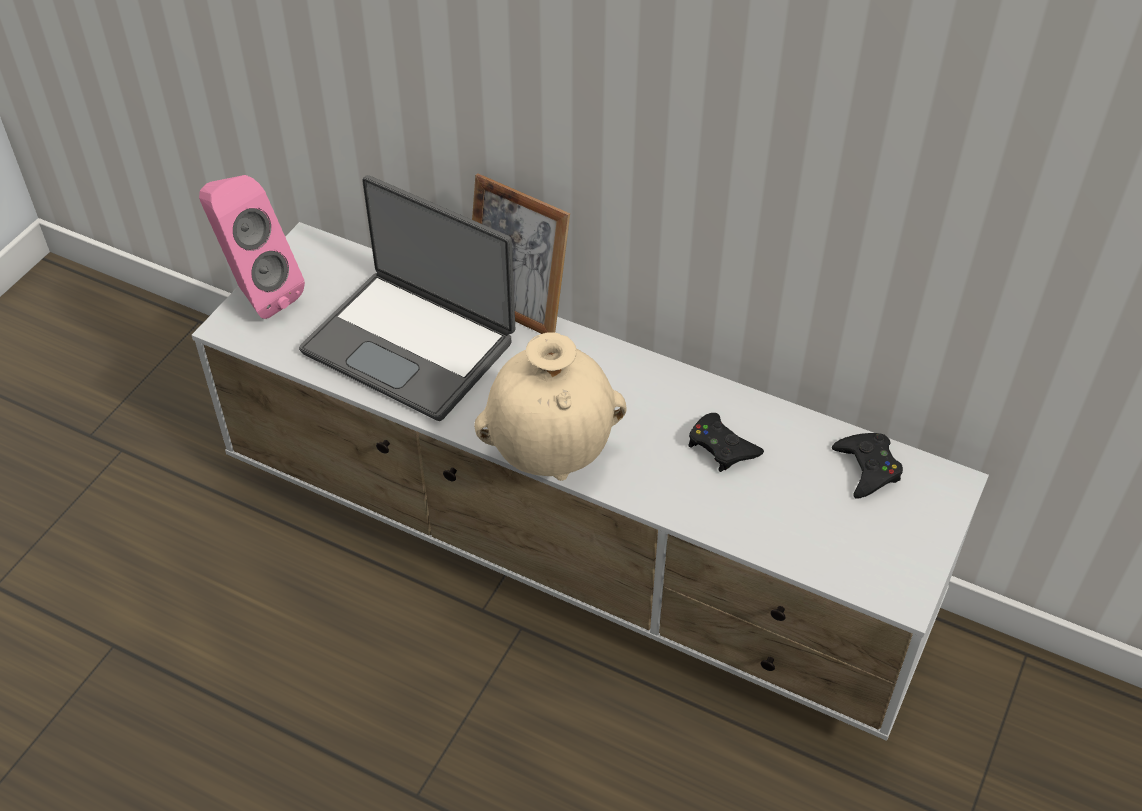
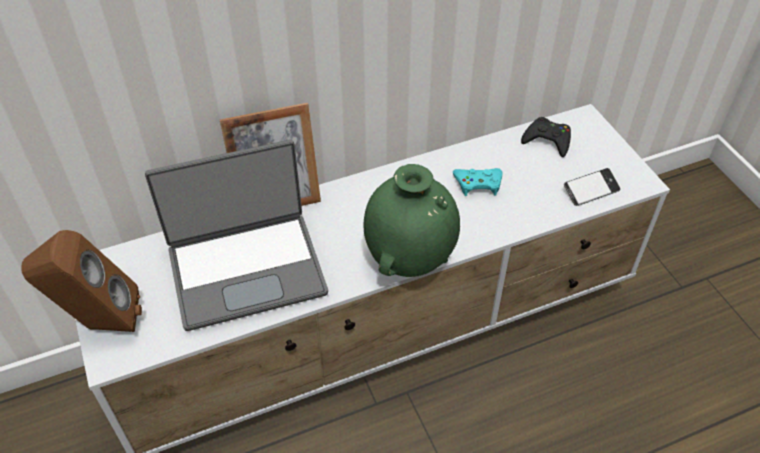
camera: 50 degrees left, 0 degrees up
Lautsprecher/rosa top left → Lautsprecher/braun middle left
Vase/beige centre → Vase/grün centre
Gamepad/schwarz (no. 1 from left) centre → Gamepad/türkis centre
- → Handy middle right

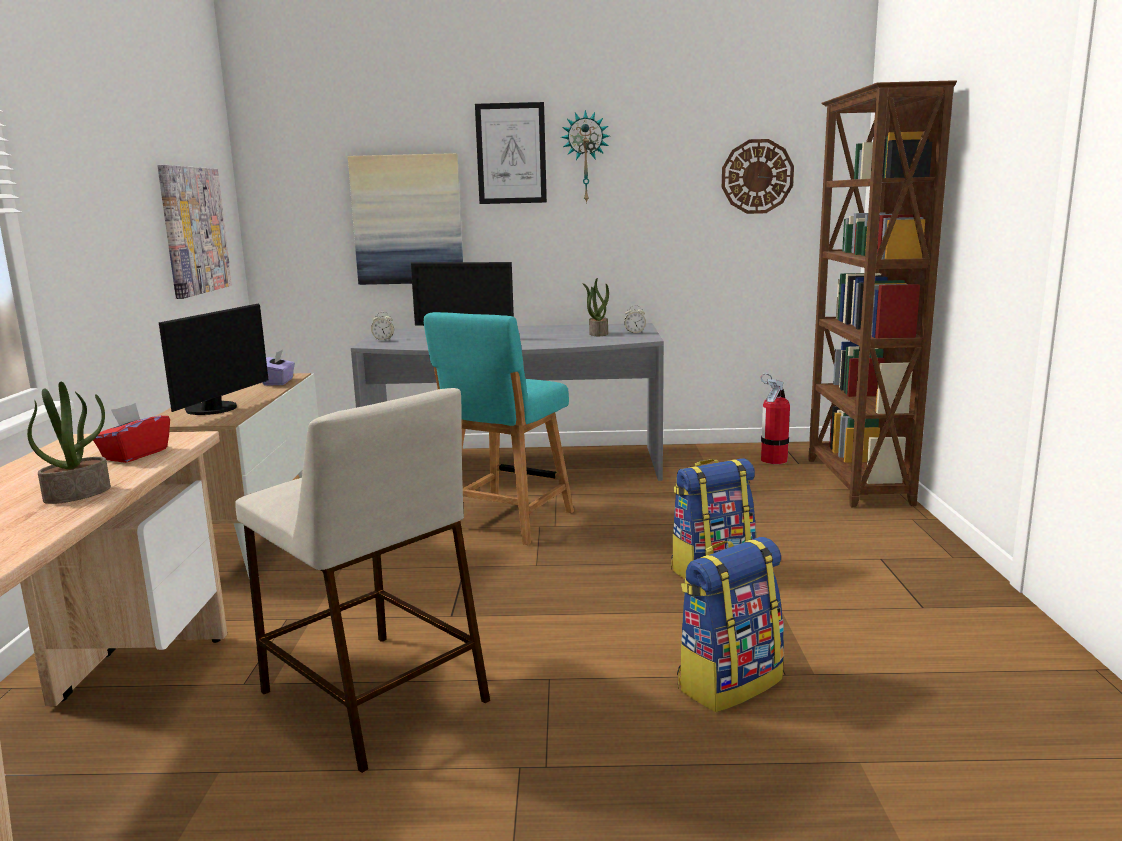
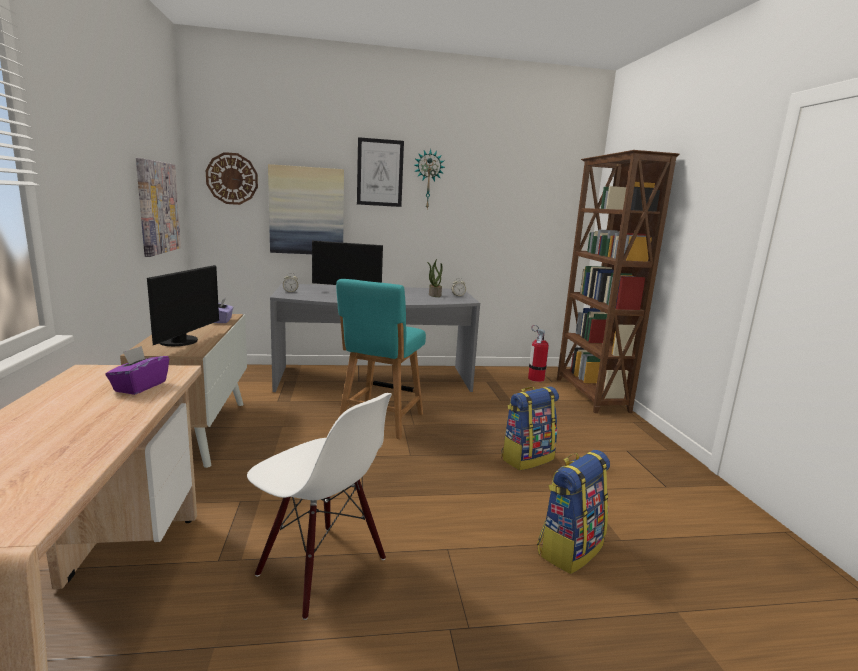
camera: 10 degrees left, 0 degrees up
Wanduhr (no. 2 from left in the first image) top right → Wanduhr (no. 1 from left) top left, relocated
Topfpflanze (no. 1 from left) middle left → -
Hocker/beige bottom left → Stuhl/weiß bottom centre
Taschentuchbox/rot middle left → Taschentuchbox/lila (no. 1 from left) middle left

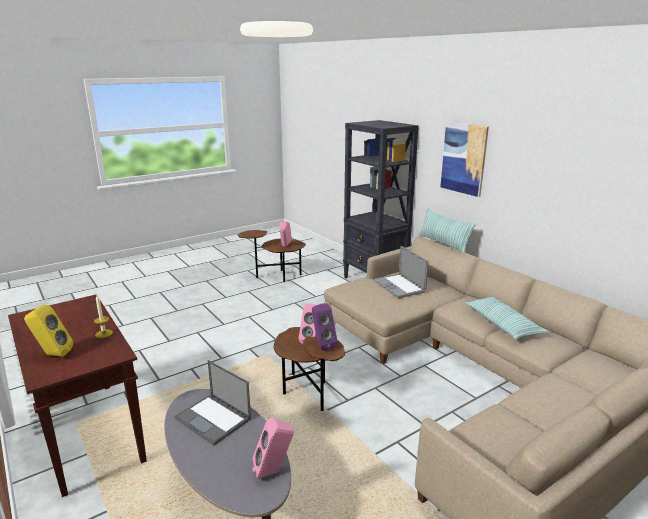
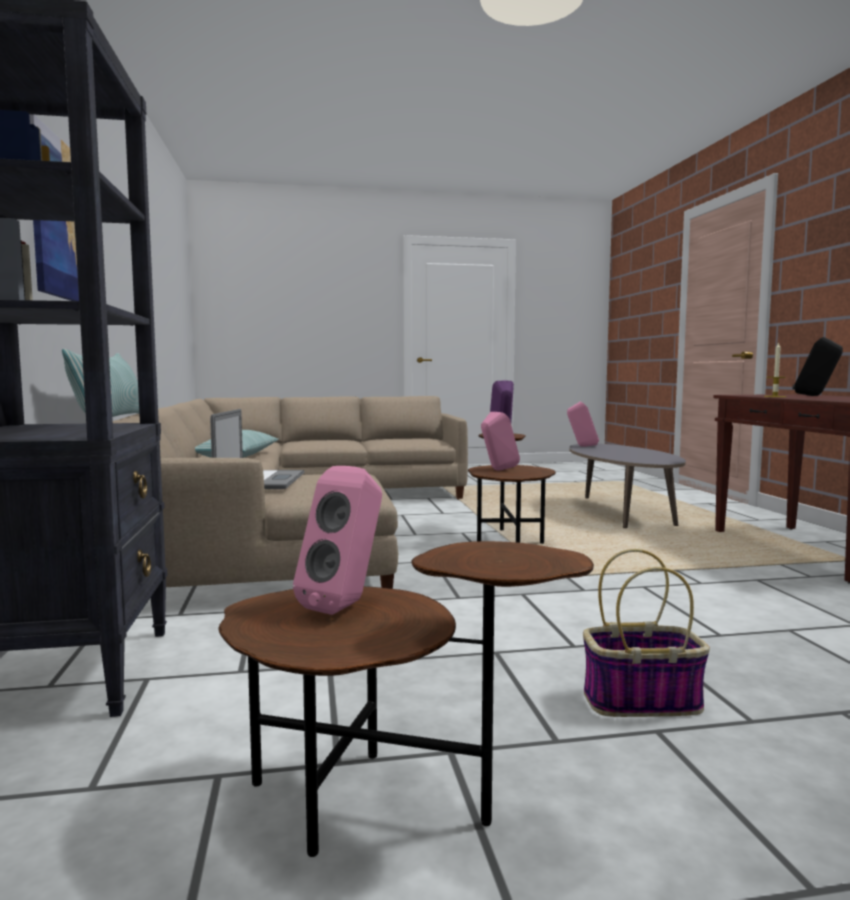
camera: 155 degrees left, 15 degrees down
Lautsprecher/gelb middle left → Lautsprecher/schwarz middle right
Laptop (no. 1 from left) bottom left → -
- → Korb bottom right

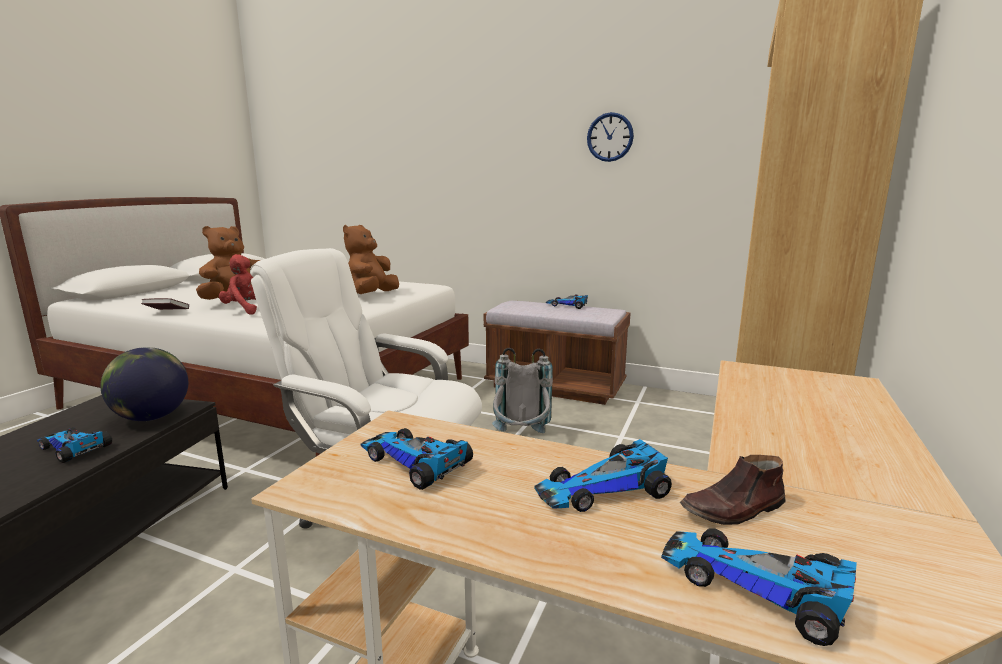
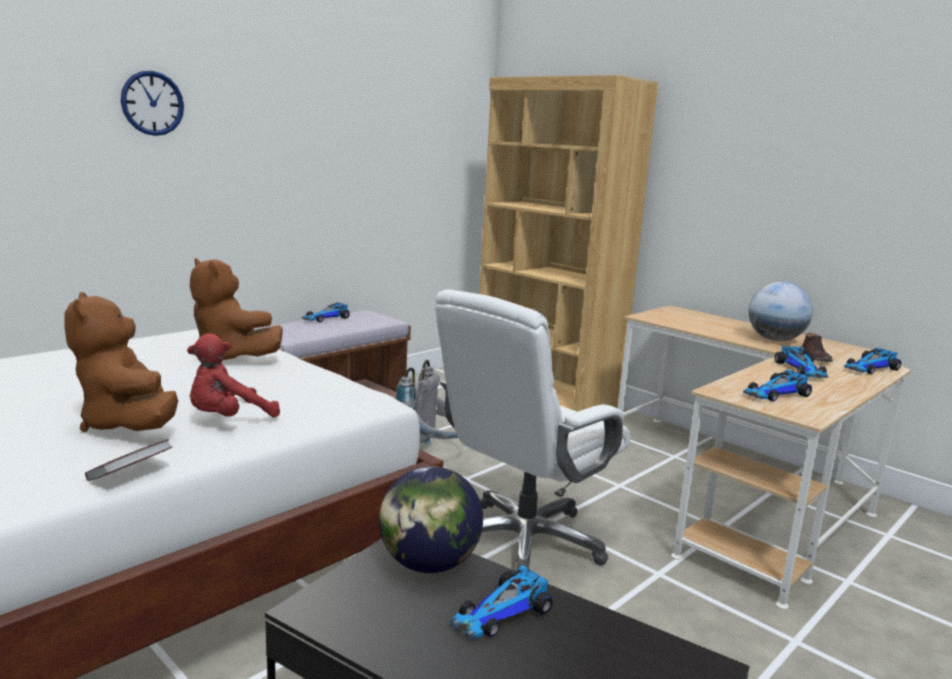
camera: 70 degrees left, 0 degrees up
Wanduhr top centre → Wanduhr top left, relocated
- → Globus (no. 2 from left) middle right

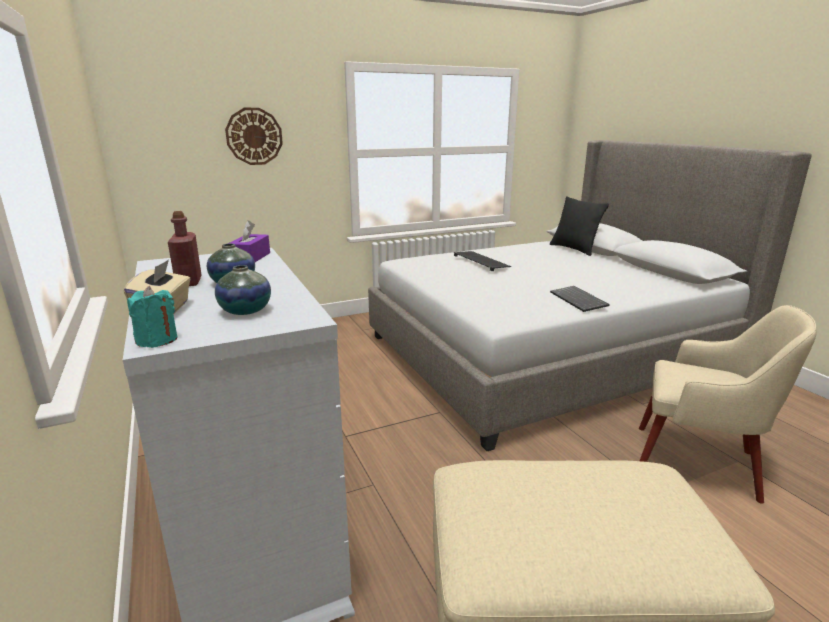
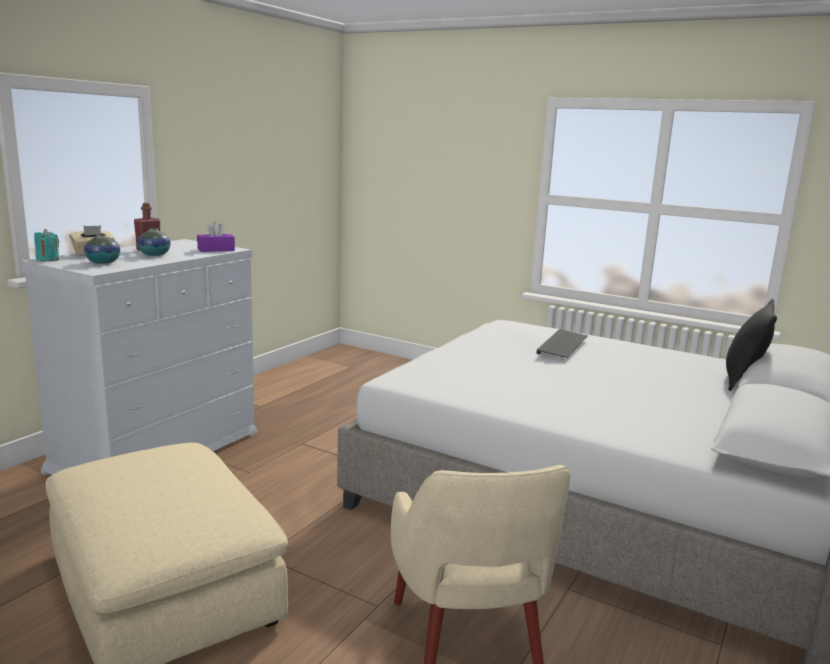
camera: 55 degrees right, 5 degrees down
Wanduhr top left → -
Tastatur (no. 2 from left) middle right → -

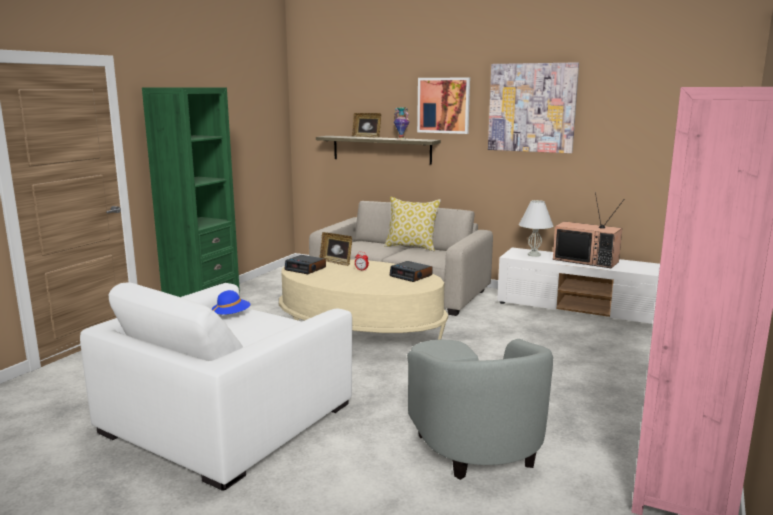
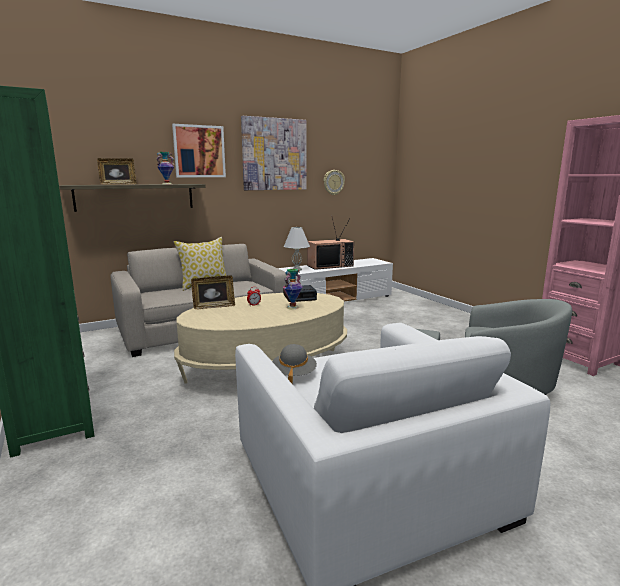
camera: 55 degrees left, 0 degrees up
Wecker (no. 1 from left) centre → -
Hut/blau middle left → Hut/grau centre
- → Wanduhr top centre
- → Vase (no. 2 from left) centre

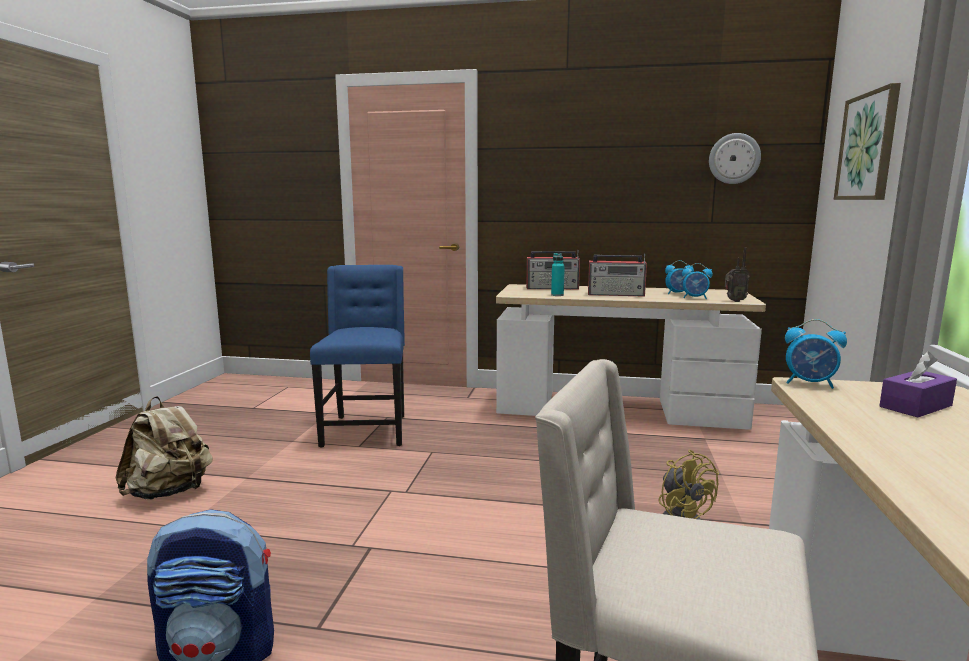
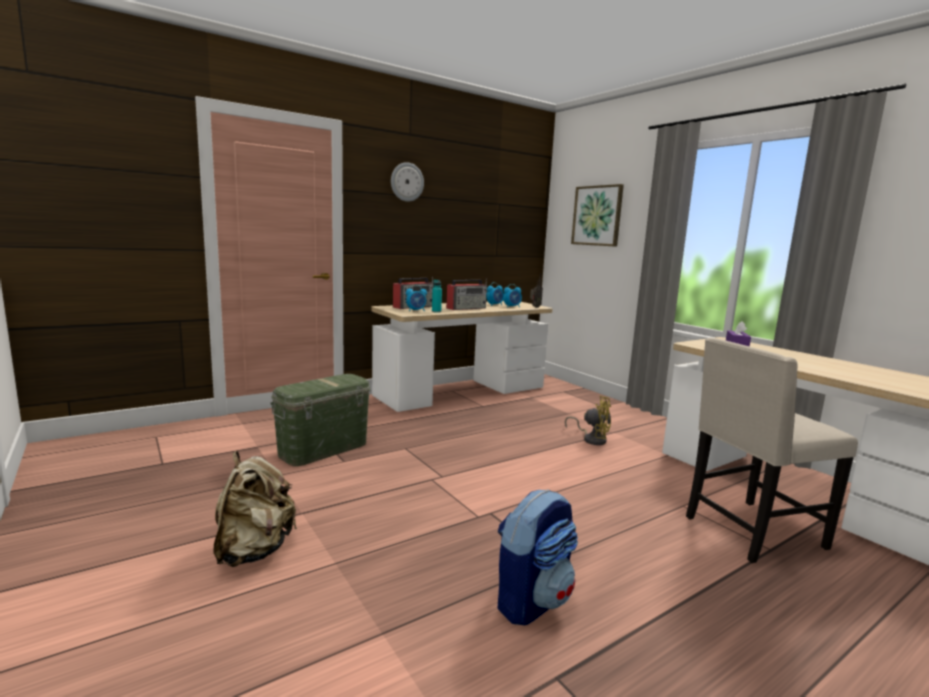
camera: 45 degrees left, 0 degrees up
Wanduhr top right → Wanduhr top centre, relocated
Stuhl/blau centre → Aufbewahrungsbox/grün centre
Wecker (no. 3 from left in the first image) middle right → Wecker (no. 1 from left) centre, relocated

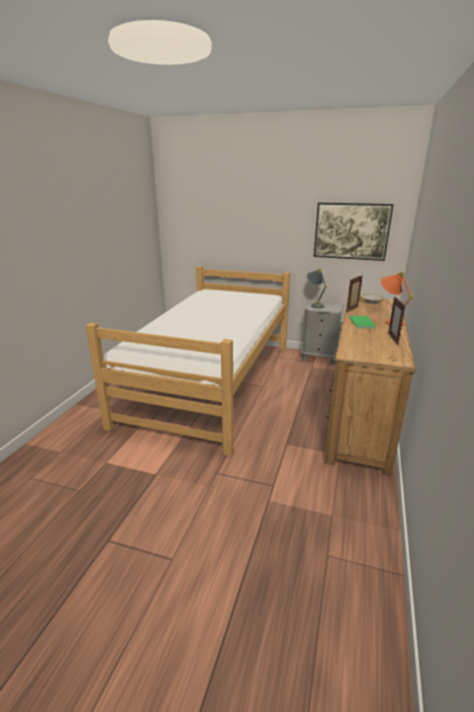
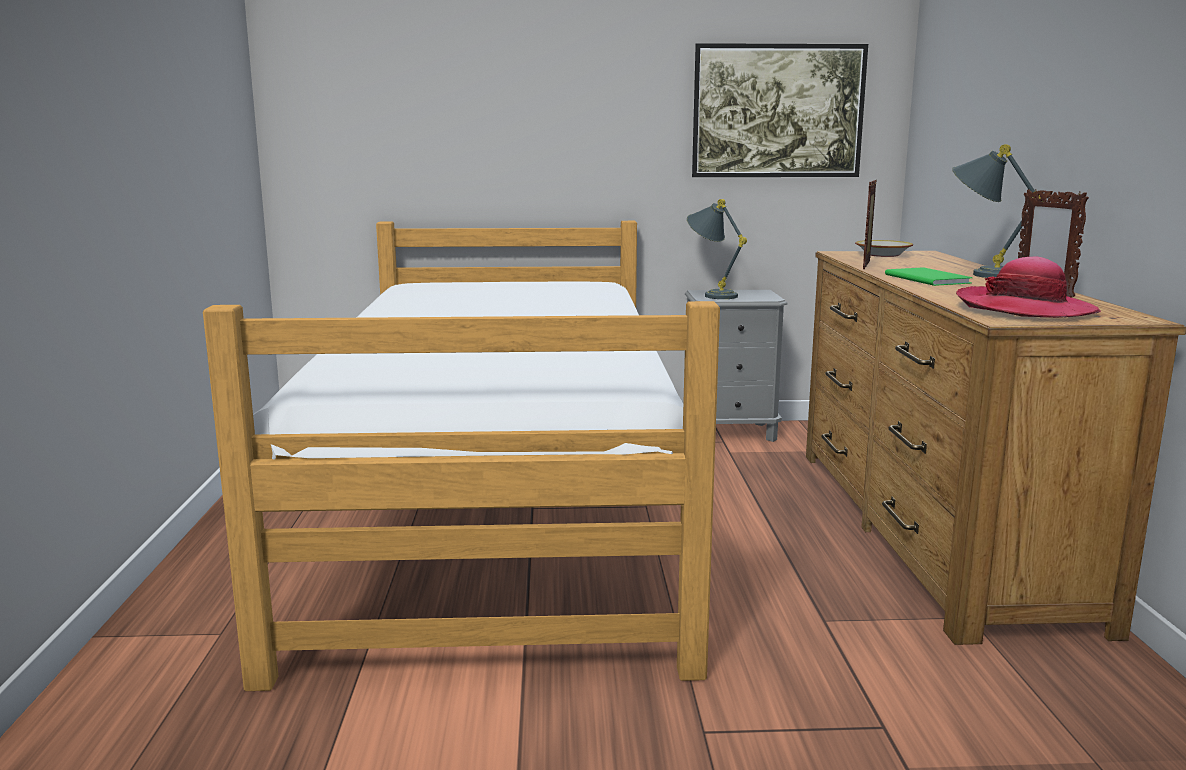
camera: 20 degrees left, 10 degrees down
Tischlampe/orange middle right → Tischlampe/grau (no. 2 from left) top right
- → Hut middle right

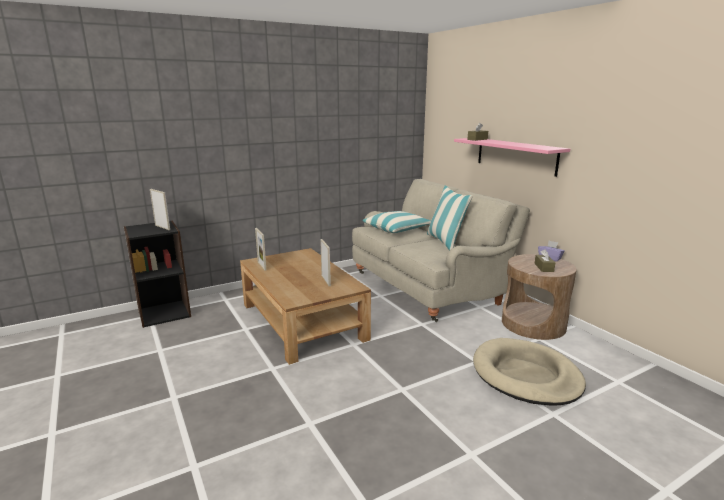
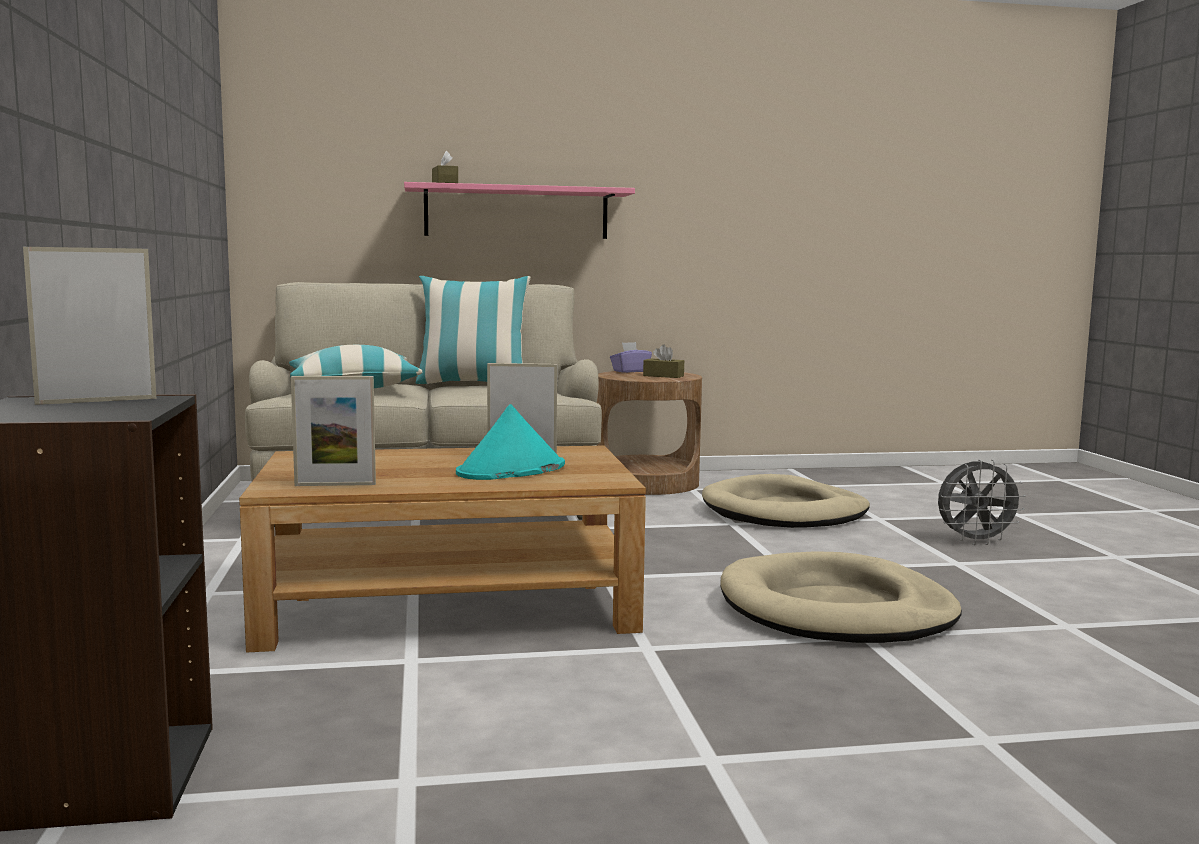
camera: 70 degrees left, 10 degrees down
- → Hut/türkis centre
- → Ventilator/grau middle right
- → Hundebett/beige (no. 2 from left) bottom right

